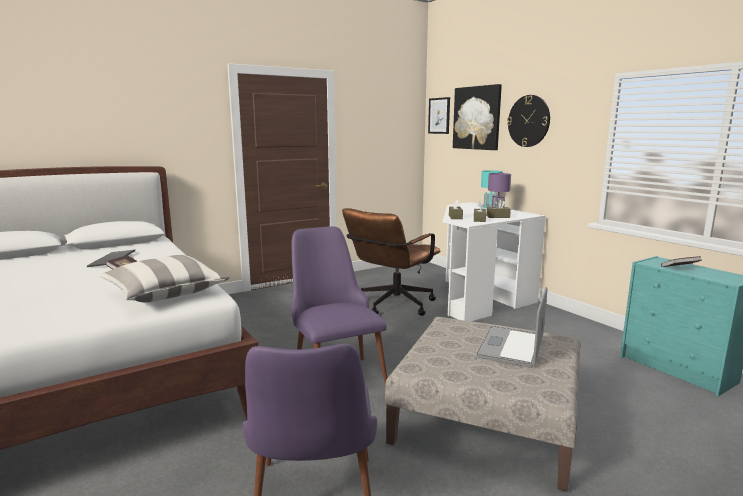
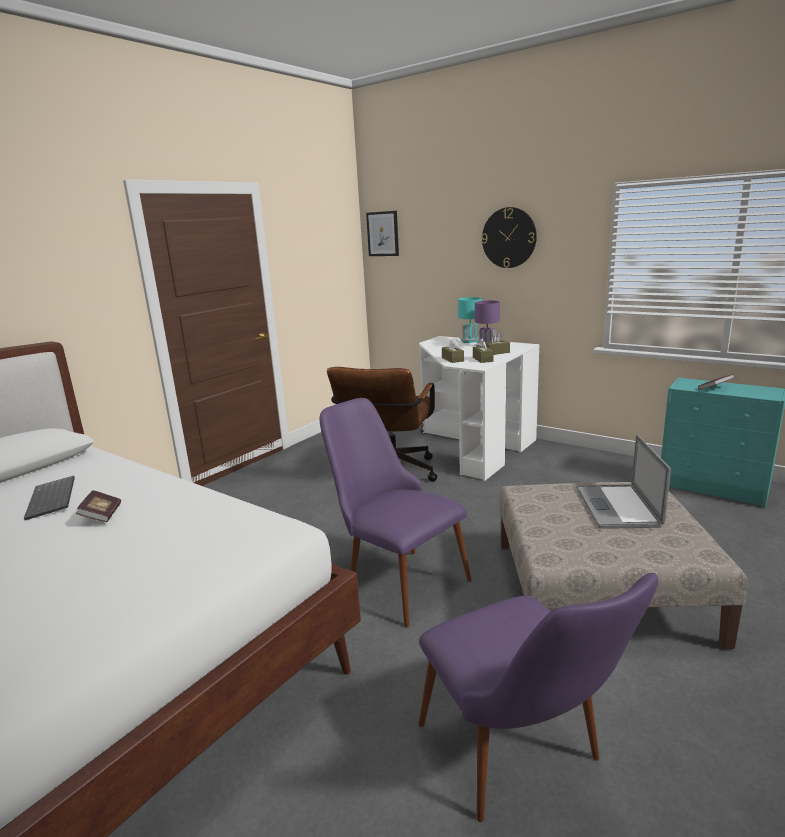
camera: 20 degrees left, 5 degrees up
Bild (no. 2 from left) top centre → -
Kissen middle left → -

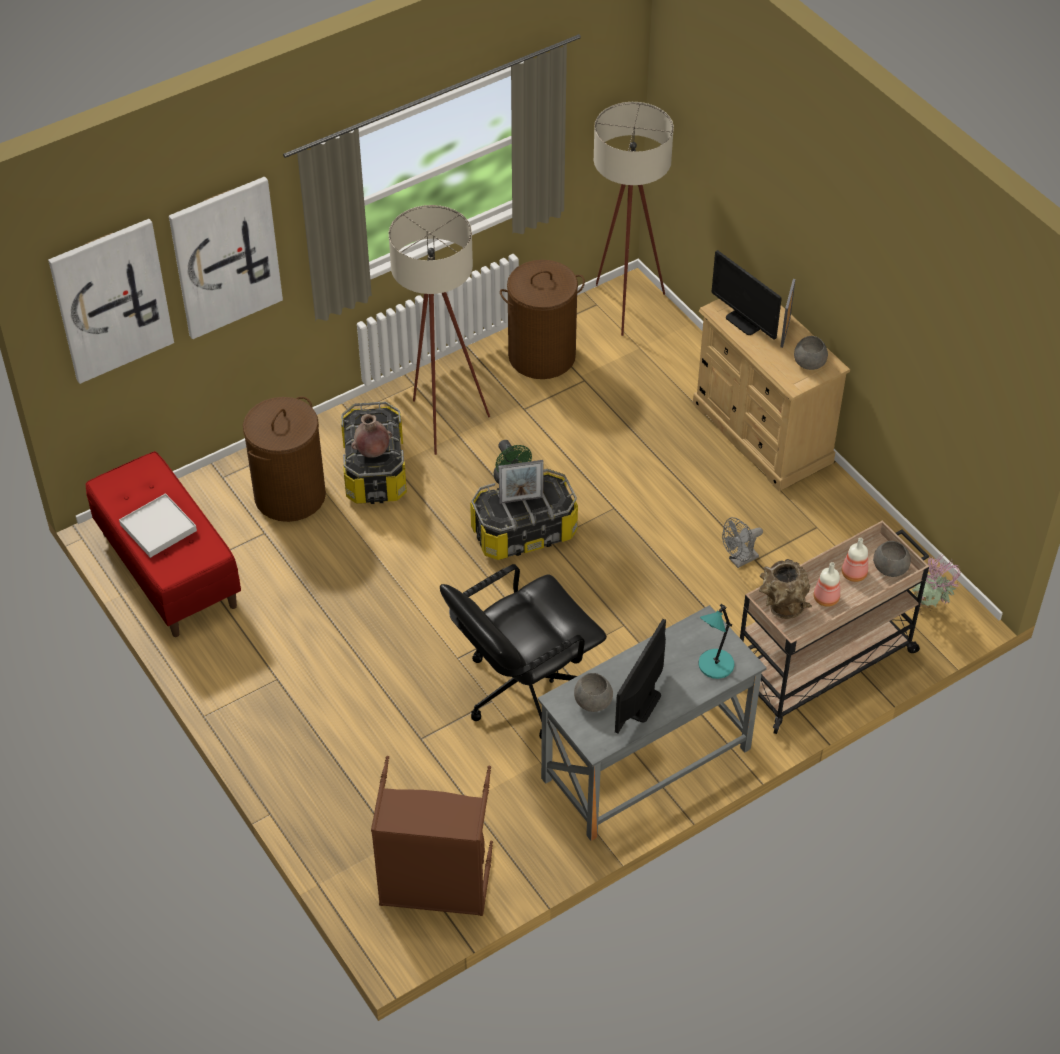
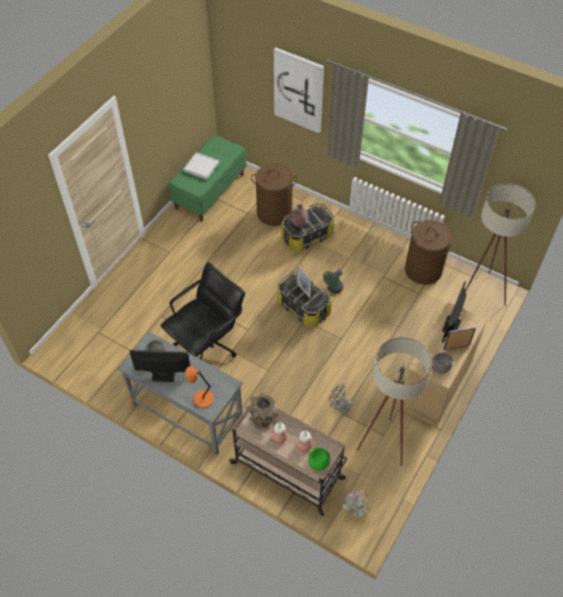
camera: 65 degrees right, 5 degrees up
Stehlampe/beige (no. 1 from left) top centre → Stehlampe/beige (no. 1 from left) bottom right, relocated
Bild (no. 1 from left) top left → -
Bank/rot middle left → Bank/grün top centre
Schüssel/grau (no. 3 from left) middle right → Schüssel/grün bottom centre
Bürostuhl/schwarz centre, 105 degrees clockwise
Tischlampe/türkis middle right → Tischlampe/orange centre
Wäschekorb/braun (no. 2 from left) bottom centre → -

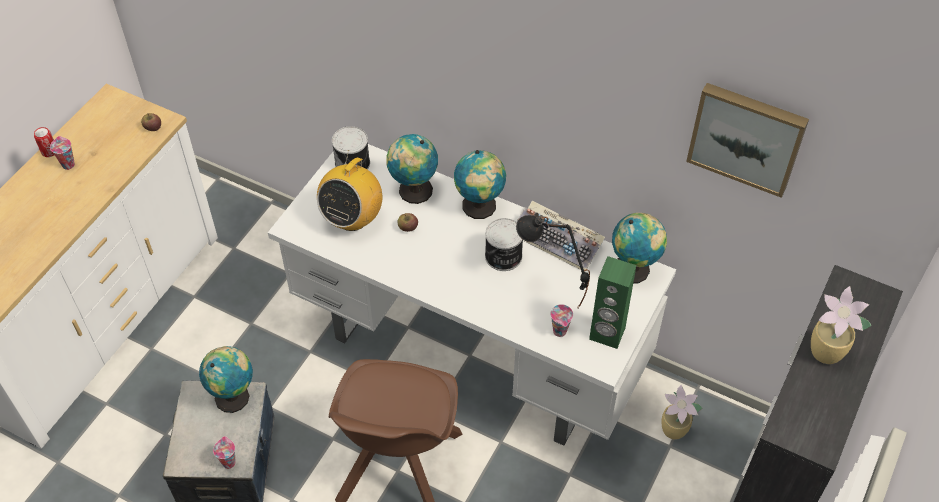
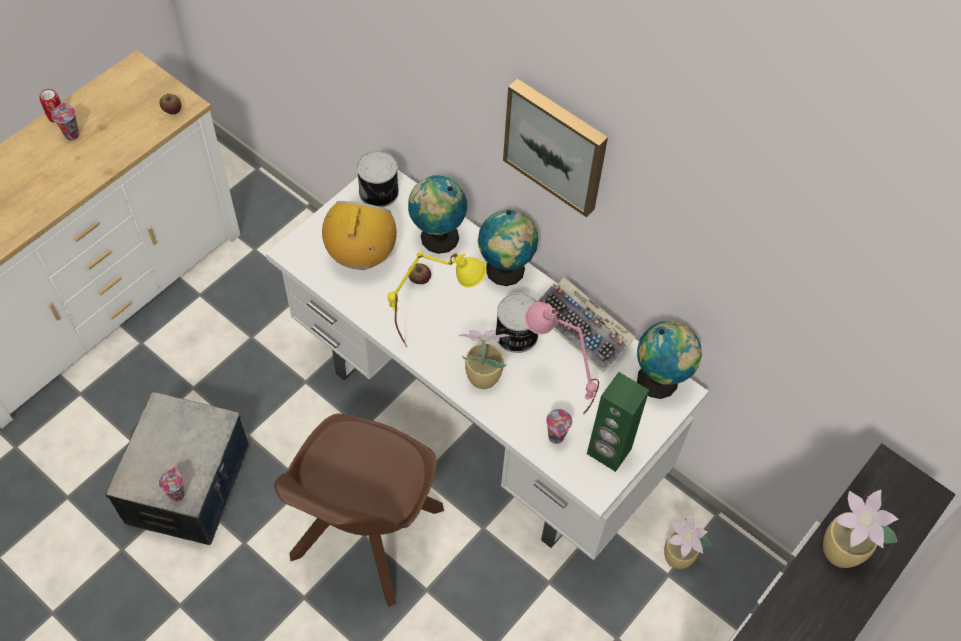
camera: 10 degrees right, 5 degrees up
Bild top right → Bild top centre, relocated
Radio centre, 150 degrees clockwise
Tischlampe/schwarz centre → Tischlampe/rosa centre
Globus (no. 1 from left) bottom left → -
- → Tischlampe/gelb centre
- → Topfpflanze (no. 1 from left) centre

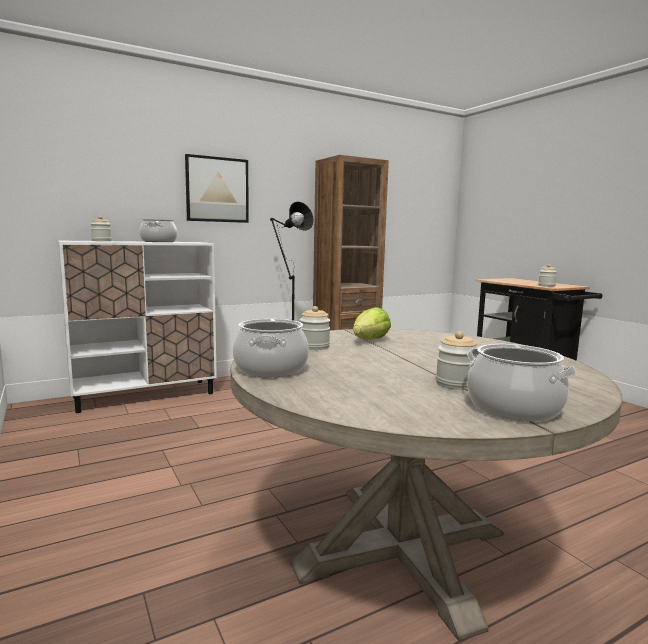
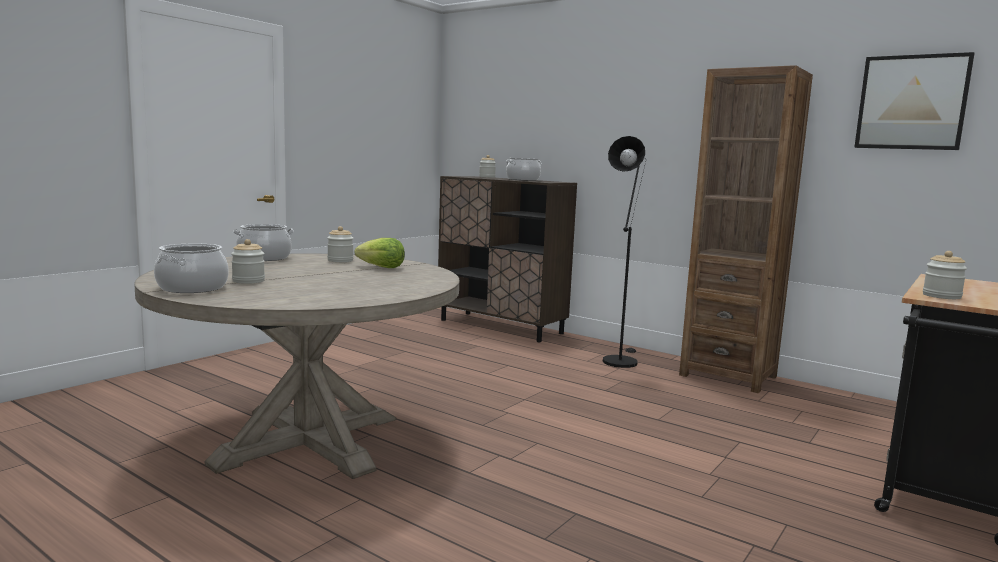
camera: 65 degrees right, 0 degrees up
Bild top centre → Bild top right, relocated
Schrank/weiß middle left → Schrank/braun centre

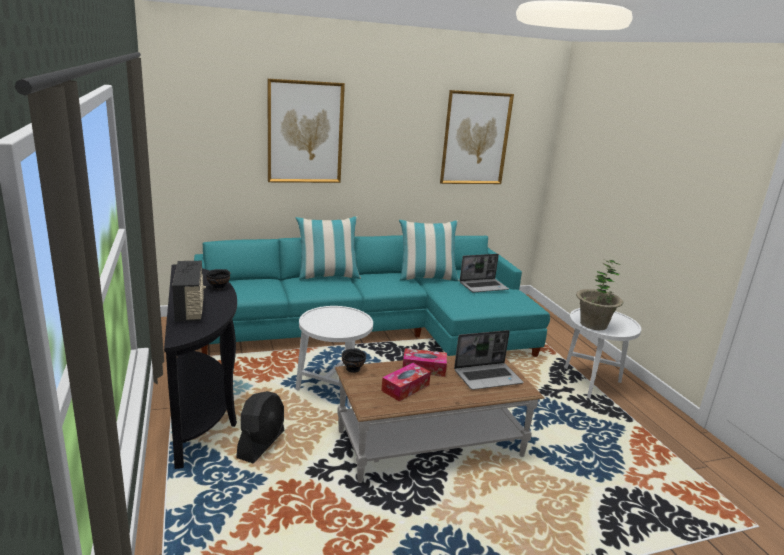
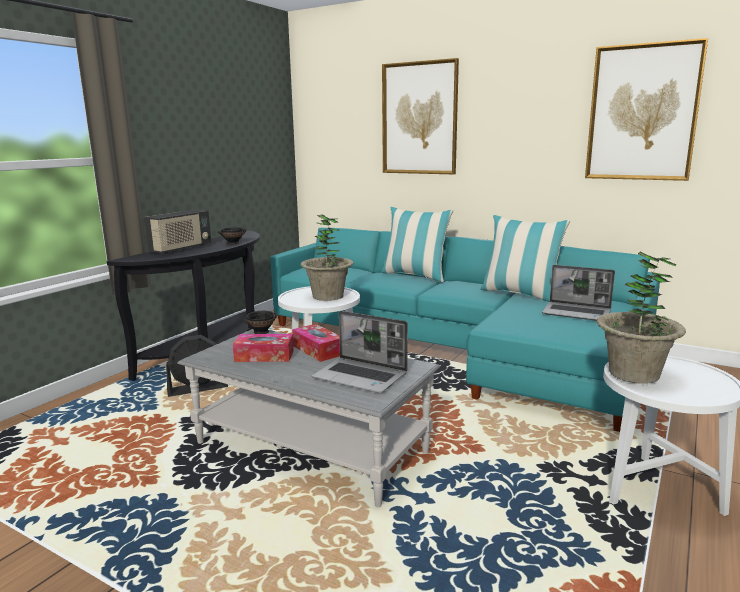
camera: 50 degrees right, 5 degrees down
Couchtisch/braun bottom centre → Couchtisch/grau bottom centre
- → Topfpflanze (no. 1 from left) centre

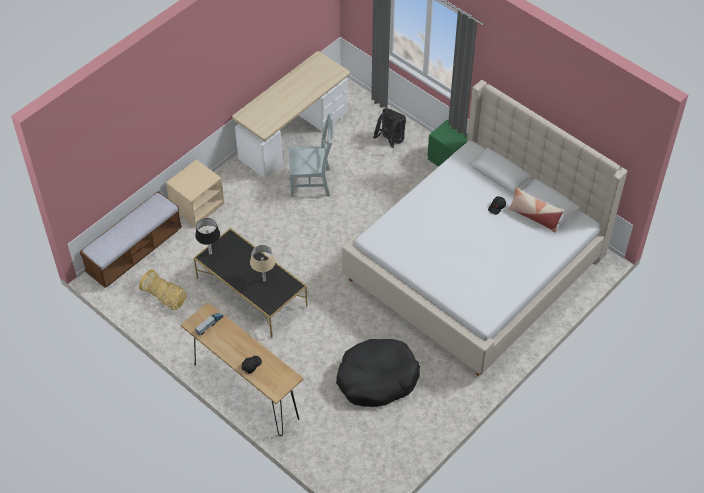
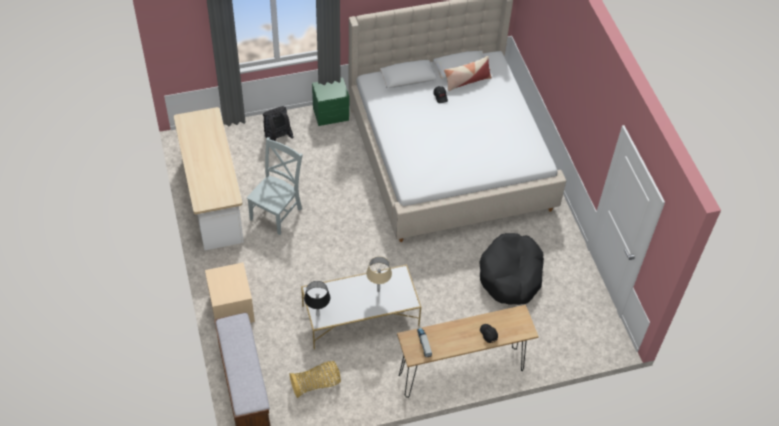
camera: 60 degrees left, 0 degrees up
Couchtisch/schwarz centre → Couchtisch/weiß bottom centre

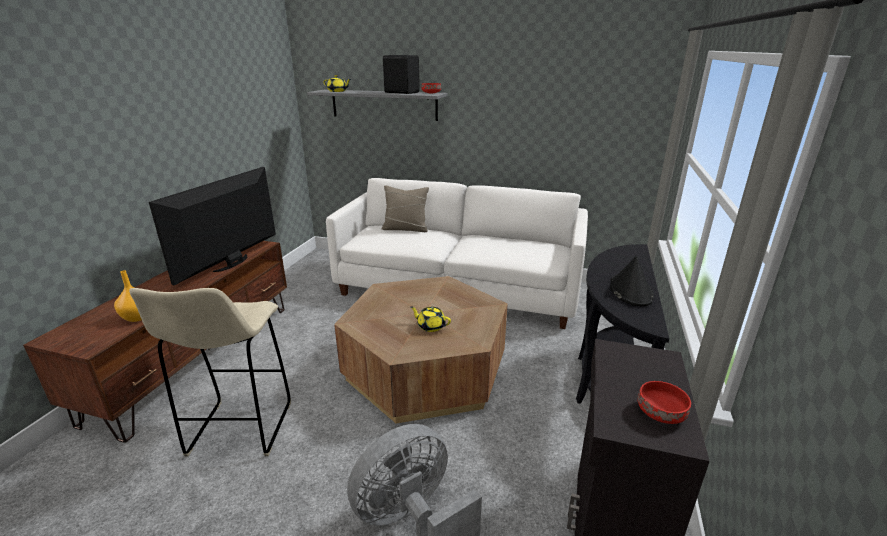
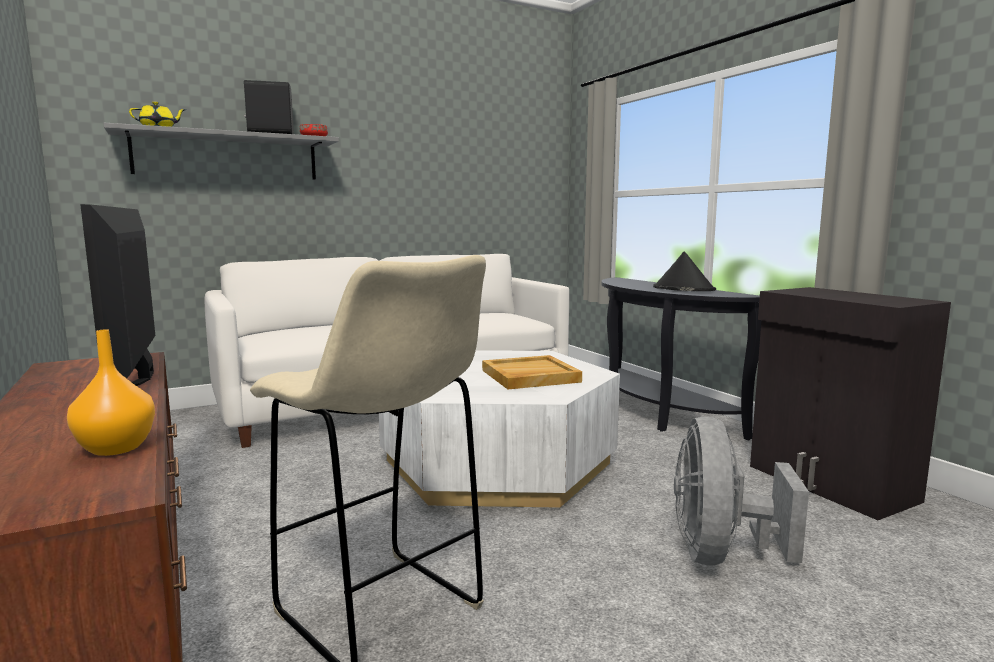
camera: 45 degrees left, 15 degrees down
Kissen/beige centre → -
Couchtisch/braun centre → Couchtisch/weiß centre
Teekanne/gelb (no. 2 from left) centre → Tablett/beige centre
Schüssel/rot (no. 2 from left) bottom right → -

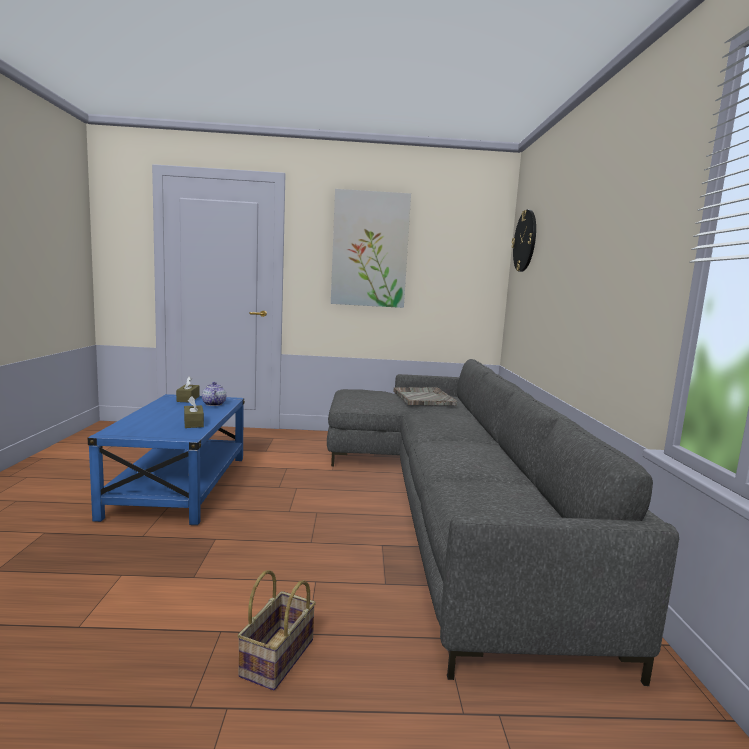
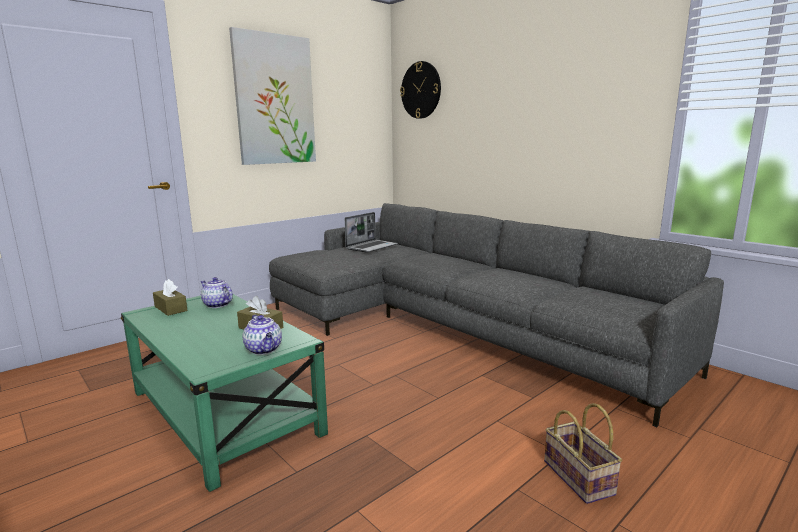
camera: 40 degrees left, 5 degrees up
Tablett/grau centre → Laptop centre
Couchtisch/blau middle left → Couchtisch/grün bottom left
- → Teekanne (no. 2 from left) middle left

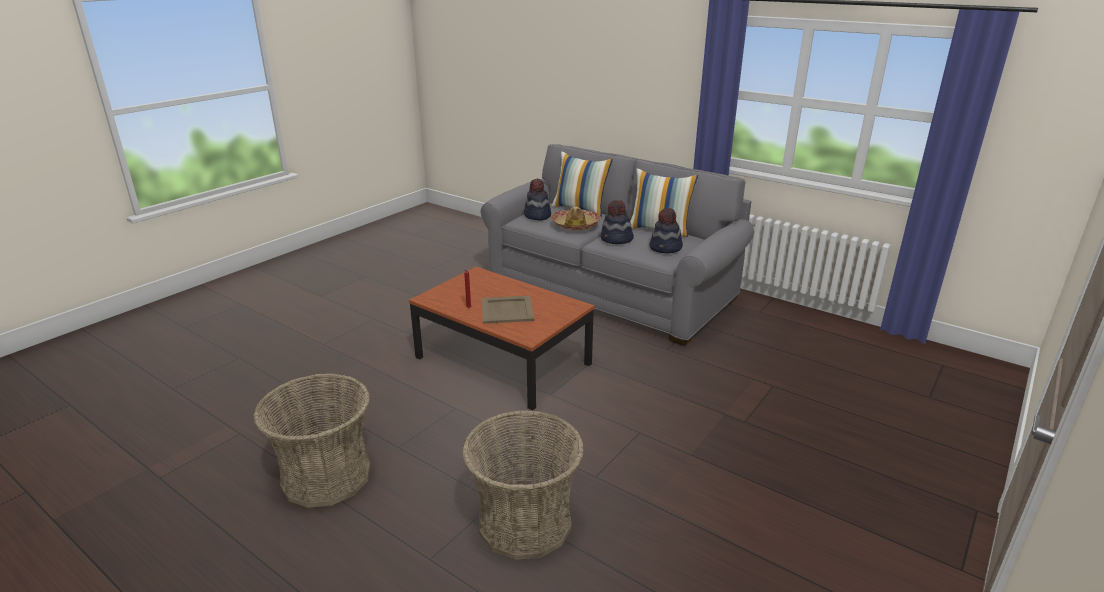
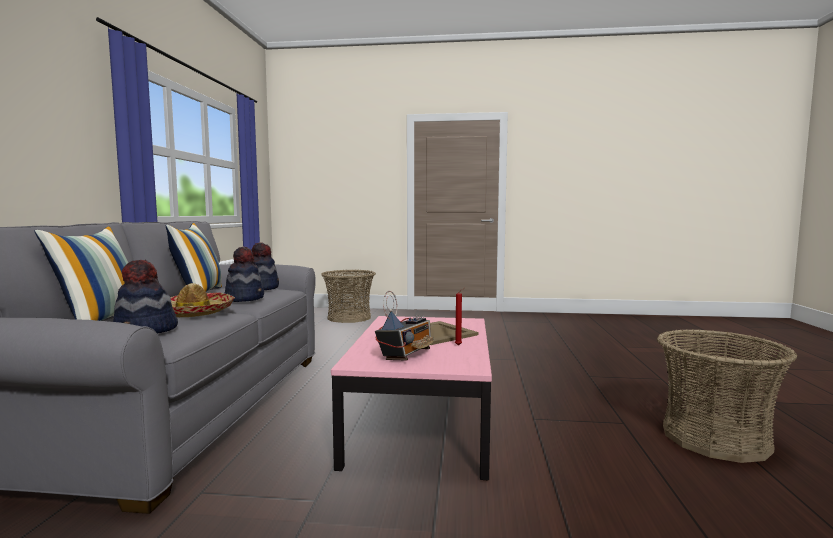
camera: 120 degrees left, 20 degrees down
Couchtisch/braun centre → Couchtisch/rosa bottom centre
Korb (no. 2 from left in the first image) bottom centre → Korb (no. 1 from left) centre, relocated
- → Radio centre

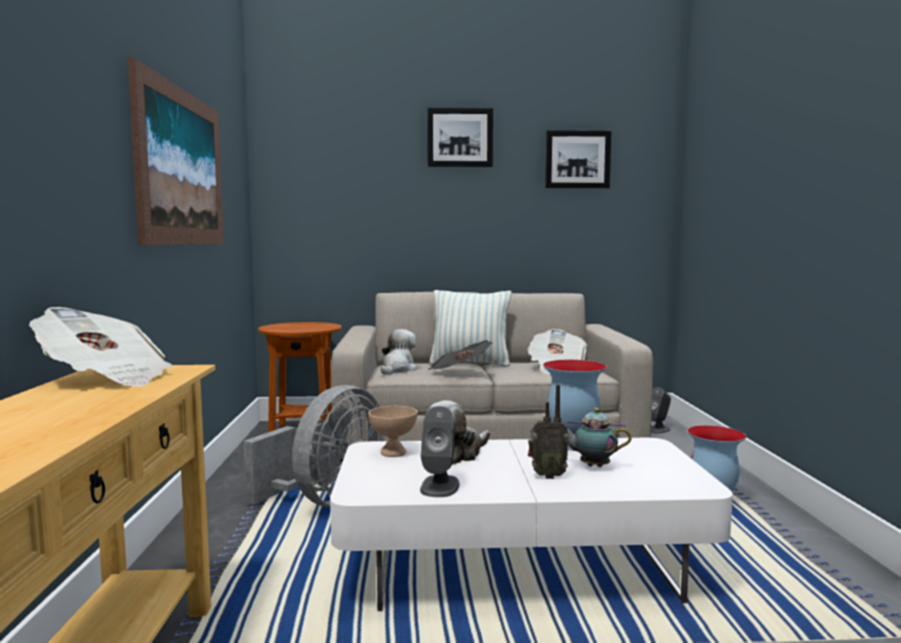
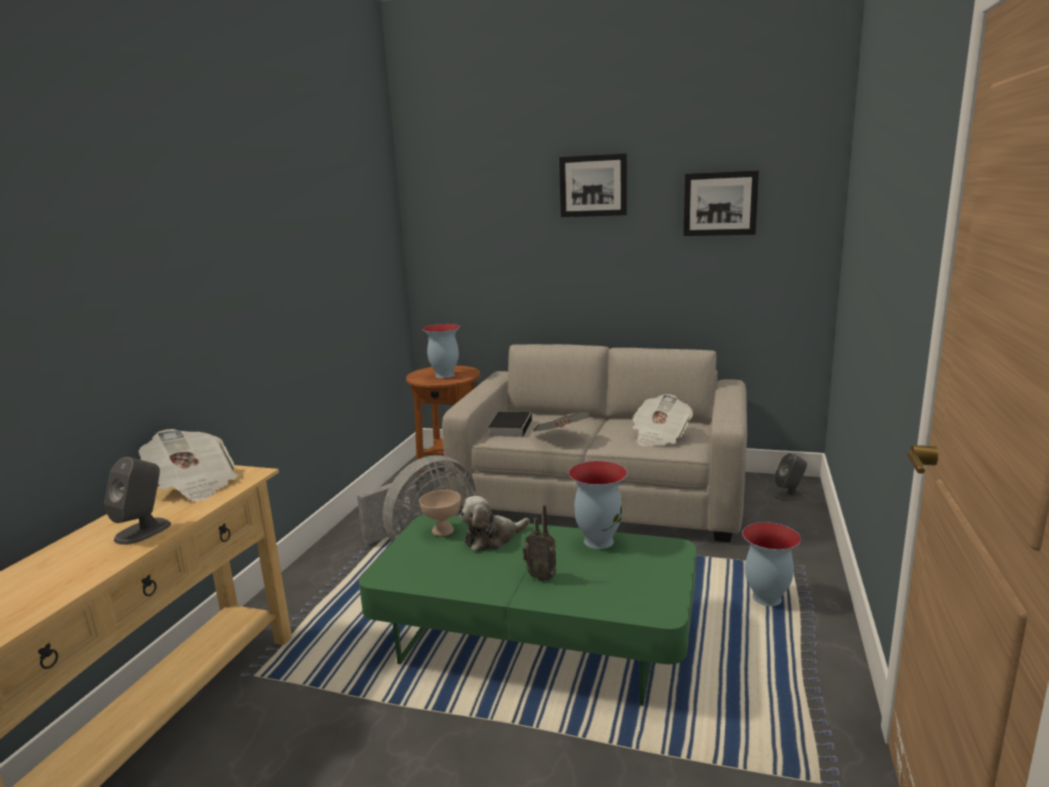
camera: 20 degrees right, 10 degrees up
Bild (no. 1 from left) top left → -
Kissen centre → -
Plüschtier (no. 1 from left) centre → Buch centre
Lautsprecher/grau (no. 1 from left) bottom centre → Lautsprecher/grau (no. 1 from left) middle left, relocated
Teekanne bottom centre → -
Couchtisch/weiß bottom centre → Couchtisch/grün bottom centre
- → Vase (no. 1 from left) centre

